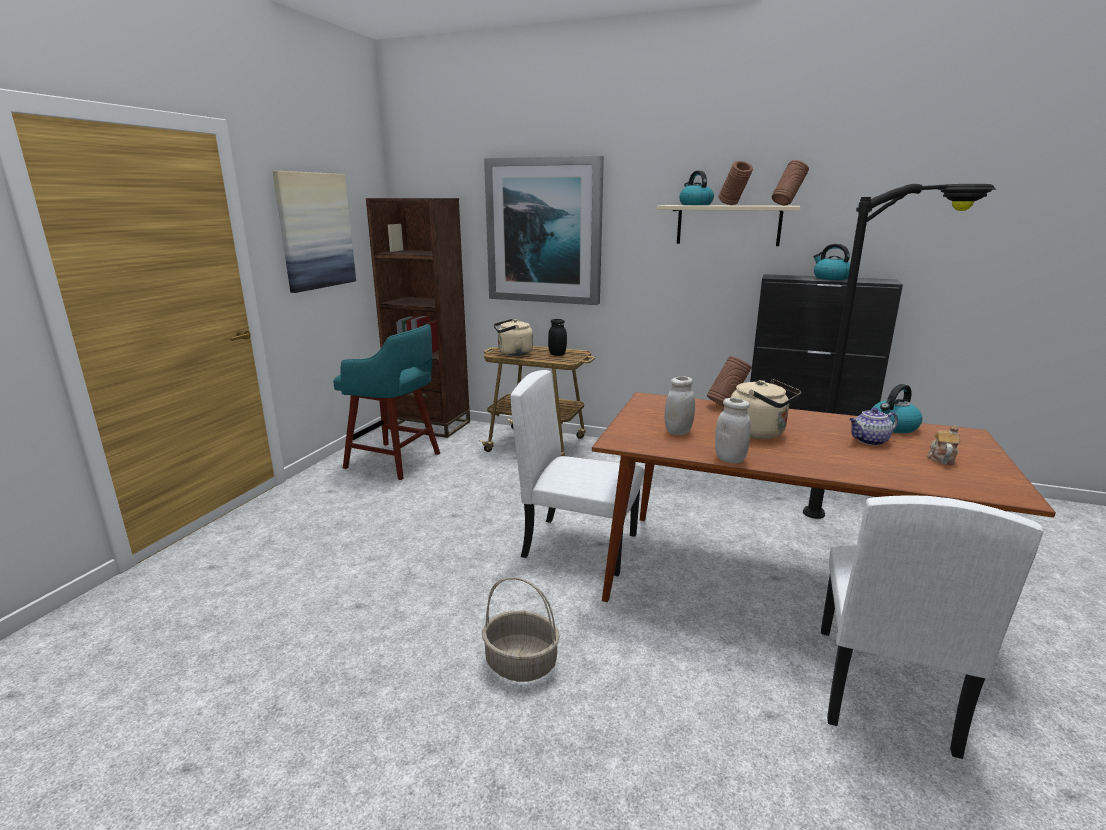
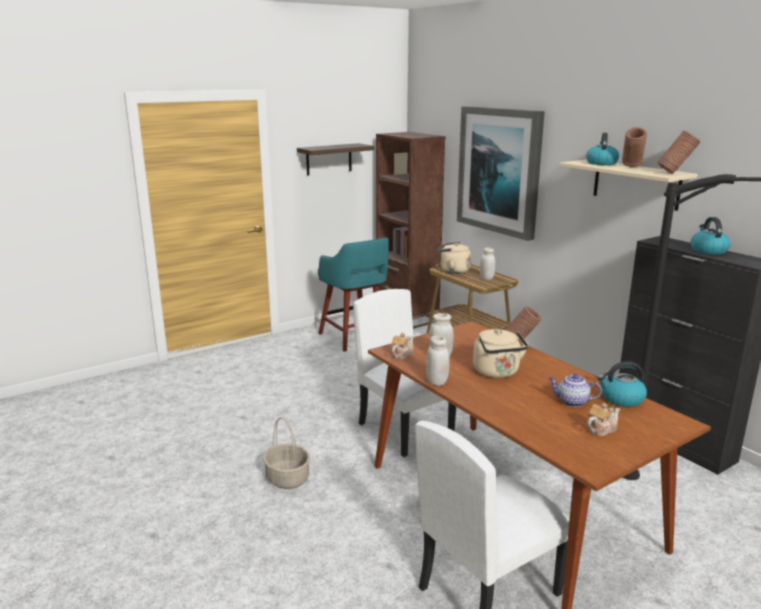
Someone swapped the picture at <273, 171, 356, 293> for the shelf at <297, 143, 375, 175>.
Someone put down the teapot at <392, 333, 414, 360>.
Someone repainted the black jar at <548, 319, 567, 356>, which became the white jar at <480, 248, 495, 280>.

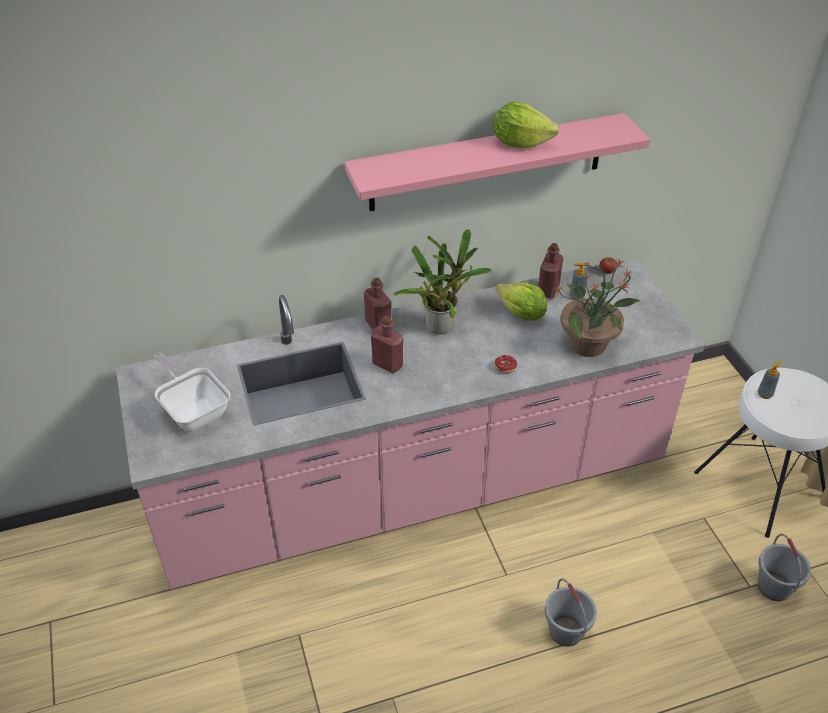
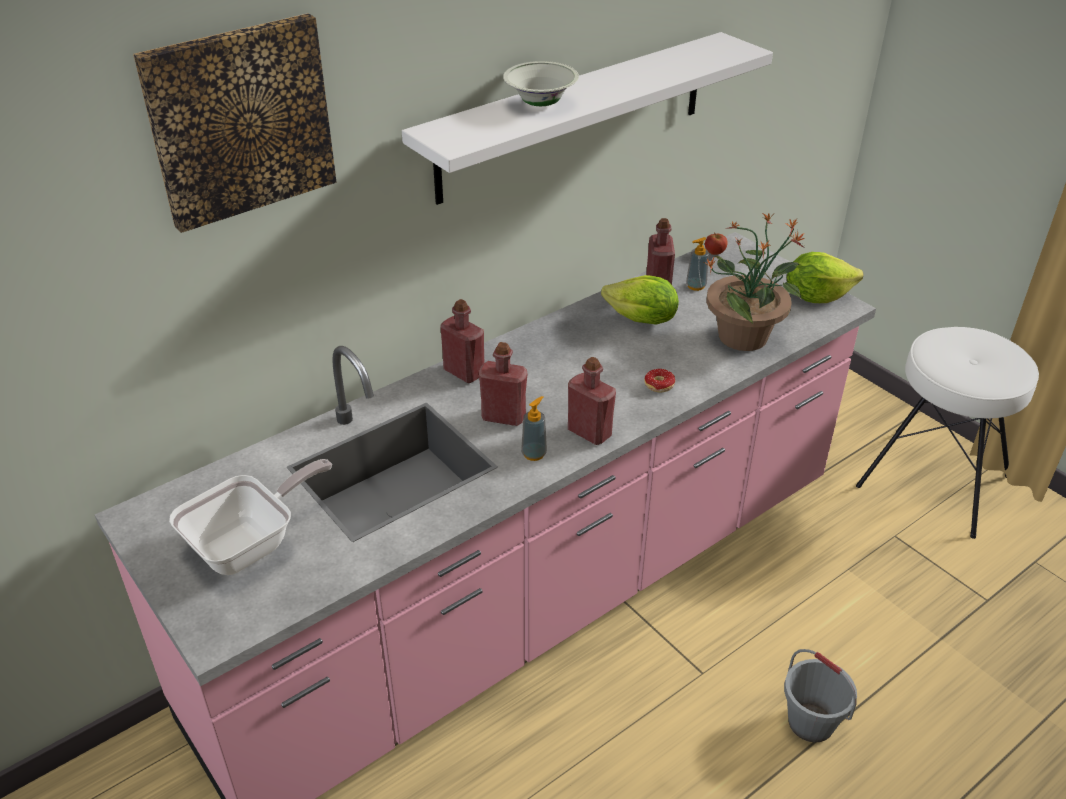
Someone put up the picture at <133, 13, 336, 233>.
Someone rotated the frying pan at <154, 353, 230, 431> by 105 degrees clockwise.
Someone repainted the pink shelf at <344, 113, 650, 211>, which became the white shelf at <402, 32, 773, 205>.
Someone put down the white bowl at <503, 61, 579, 106>.
Someone carried the soap dispenser from <758, 362, 783, 399> to <521, 396, 547, 461>.
Someone put down the red bottle at <568, 357, 616, 445>.
Someone carried the lettuce from <493, 102, 560, 149> to <787, 252, 863, 303>.
Someone took away the potted plant at <394, 230, 492, 334>.
Someone took away the grey bucket at <758, 533, 811, 601>.

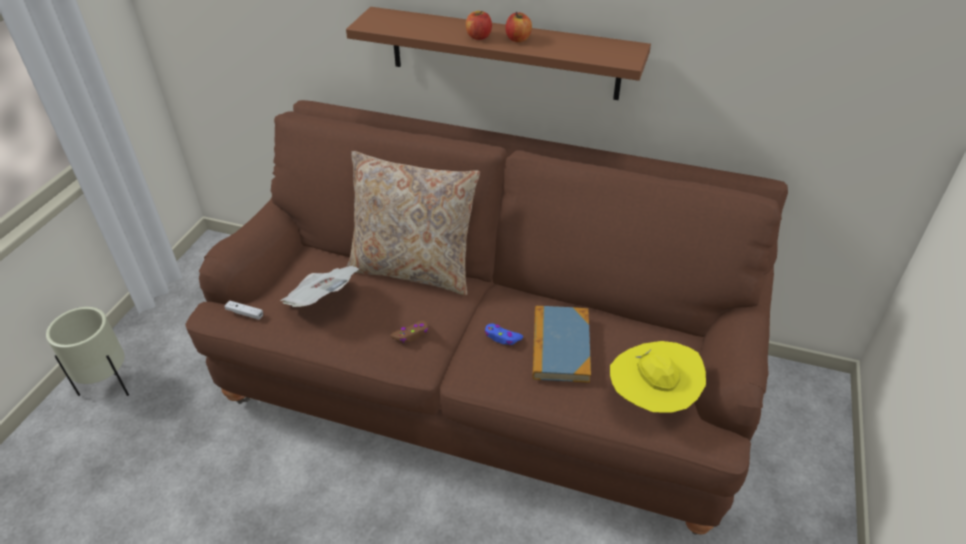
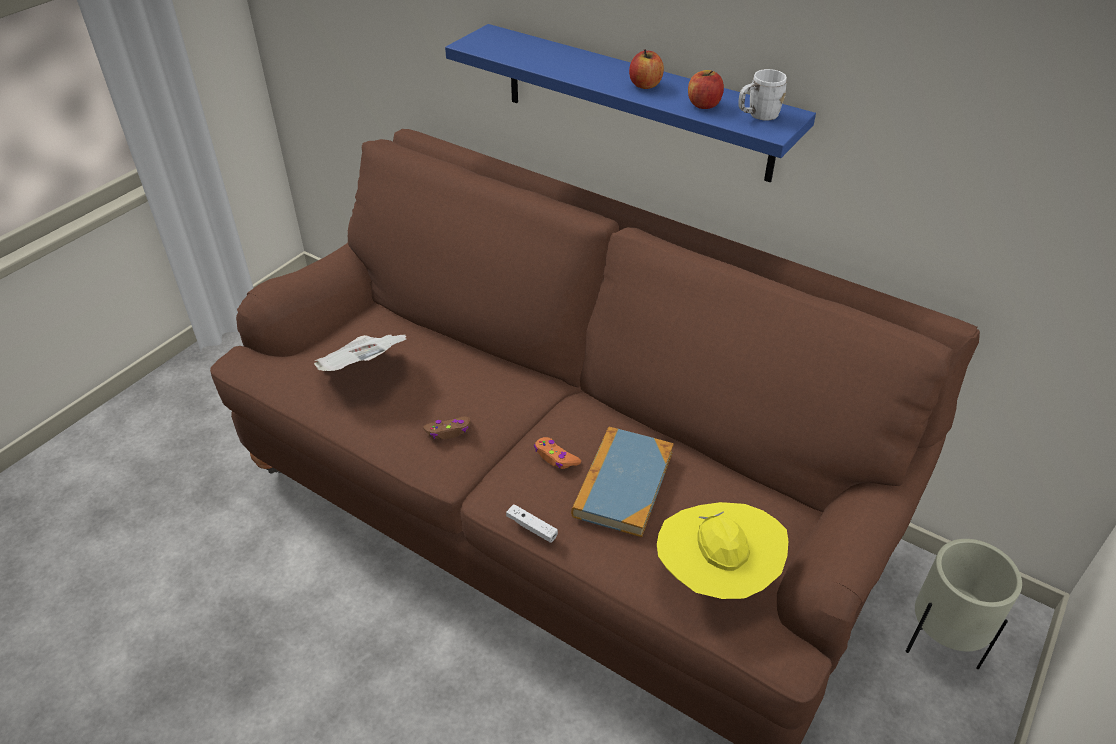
Someone repainted the brown shelf at <346, 7, 651, 100>, which became the blue shelf at <445, 24, 816, 182>.
Someone carried the white game controller from <224, 300, 263, 320> to <506, 504, 558, 543>.
Someone repainted the blue game controller at <485, 323, 523, 345>, which became the orange game controller at <534, 437, 581, 469>.
Someone carried the apple from <466, 11, 492, 40> to <688, 70, 724, 109>.
Someone put down the white mug at <738, 69, 787, 121>.
Someone carried the beige planter from <46, 307, 129, 396> to <906, 539, 1022, 670>.
Someone took away the beige pillow at <347, 151, 480, 296>.

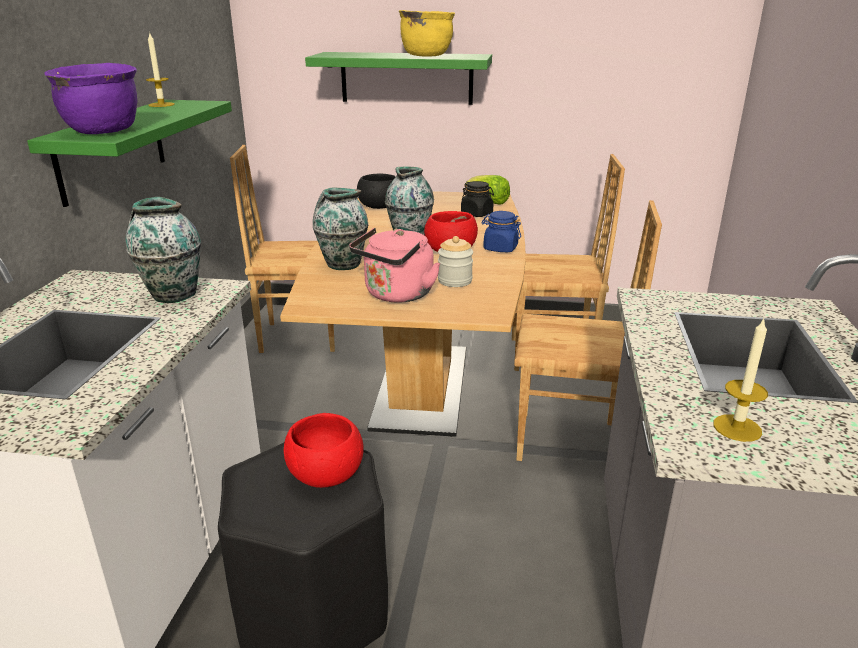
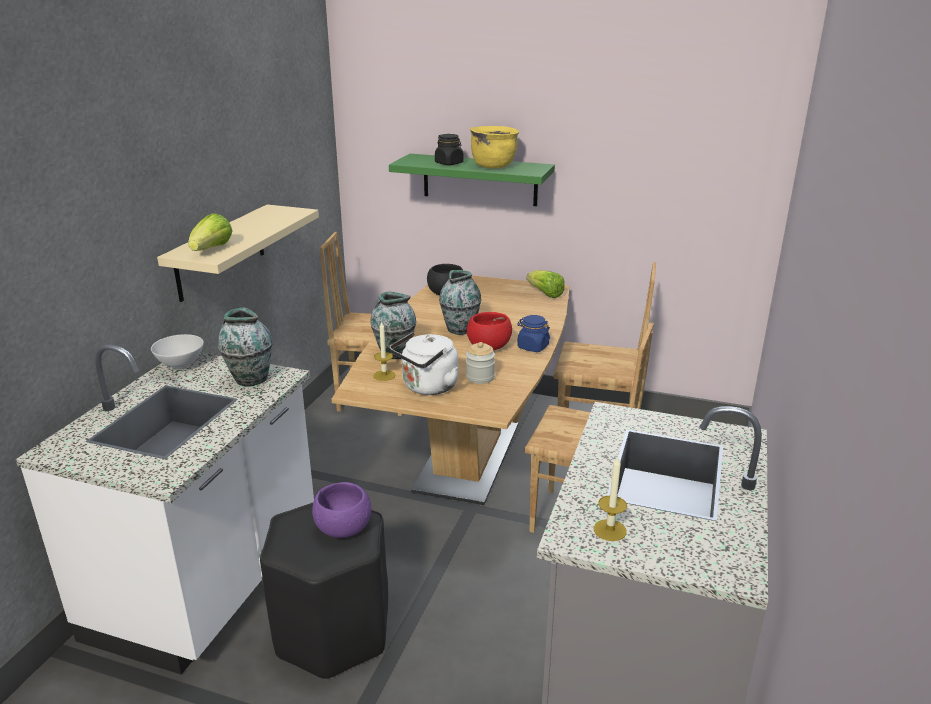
Someone put down the white bowl at <151, 334, 204, 369>.
Someone repainted the green shelf at <27, 100, 232, 207>, which became the beige shelf at <157, 204, 319, 302>.
Someone swapped the purple cooking pot at <44, 63, 138, 134> for the lettuce at <188, 213, 232, 251>.
Someone repainted the red bowl at <284, 413, 364, 488>, which became the purple bowl at <312, 482, 371, 538>.
Someone carried the candle from <146, 32, 175, 107> to <373, 322, 395, 381>.
Someone repainted the pink kettle at <349, 228, 440, 303>, which became the white kettle at <390, 332, 458, 395>.
Someone carried the black jar from <461, 181, 494, 217> to <435, 134, 464, 165>.

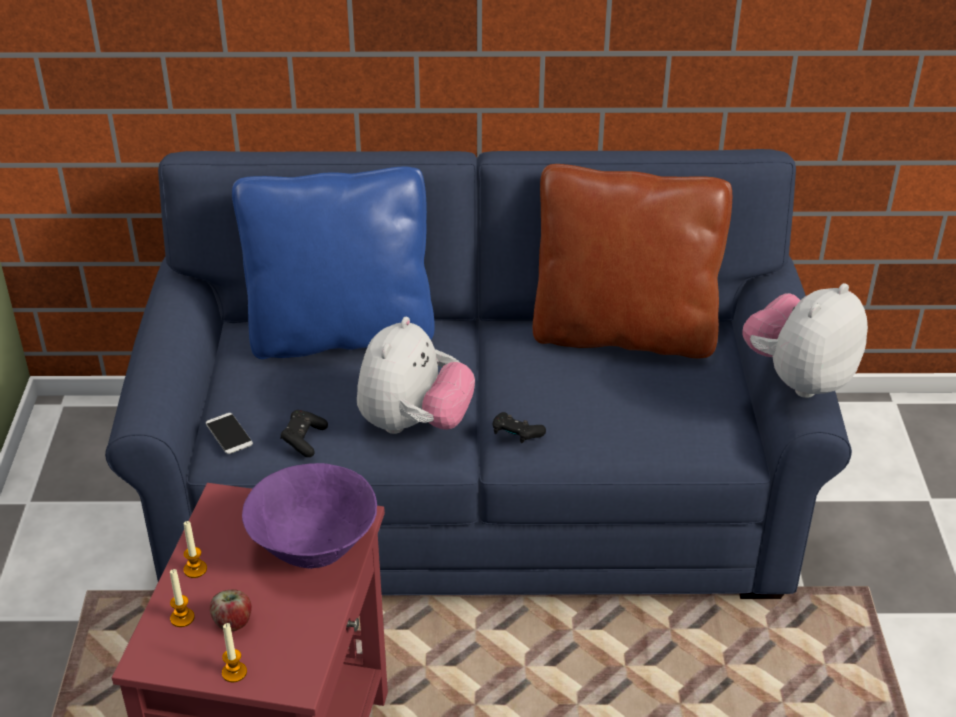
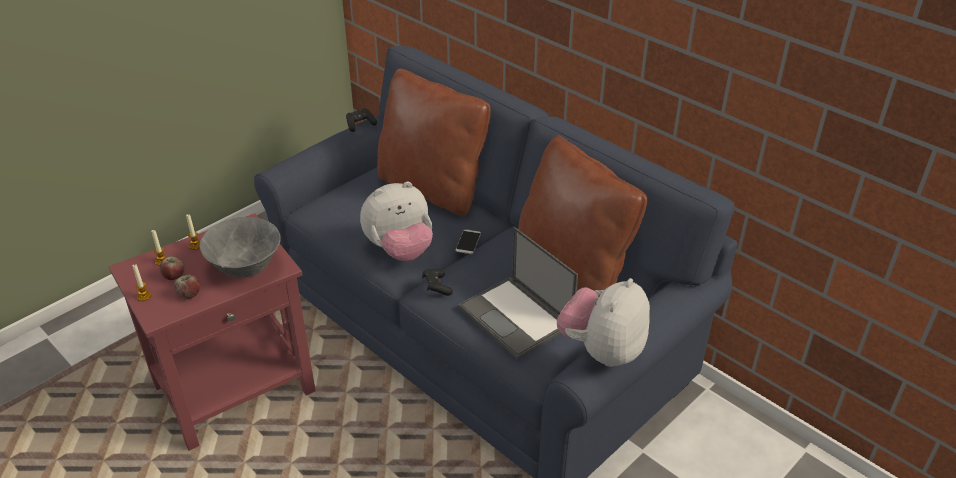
Someone put down the apple at <174, 275, 200, 299>.
Someone repainted the purple bowl at <242, 463, 377, 569>, which became the grey bowl at <199, 217, 281, 278>.
Someone carried the black game controller from <281, 410, 328, 457> to <346, 108, 377, 132>.
Someone repainted the blue pillow at <232, 166, 435, 359>, which became the brown pillow at <378, 68, 491, 216>.
Someone carried the phone from <206, 413, 253, 454> to <456, 229, 481, 254>.
Someone put down the laptop at <458, 227, 578, 360>.
Someone rotated the plush toy at <742, 283, 868, 398> by 60 degrees counterclockwise.

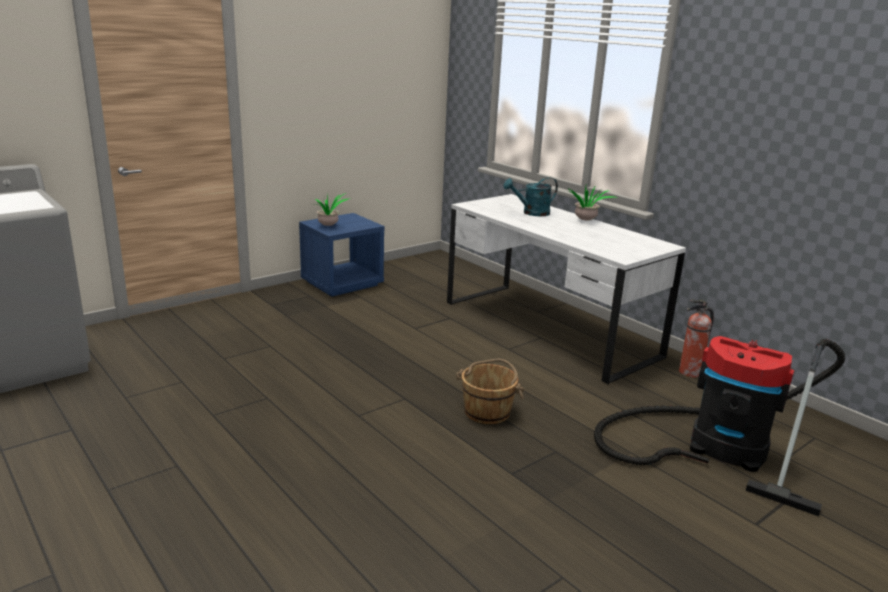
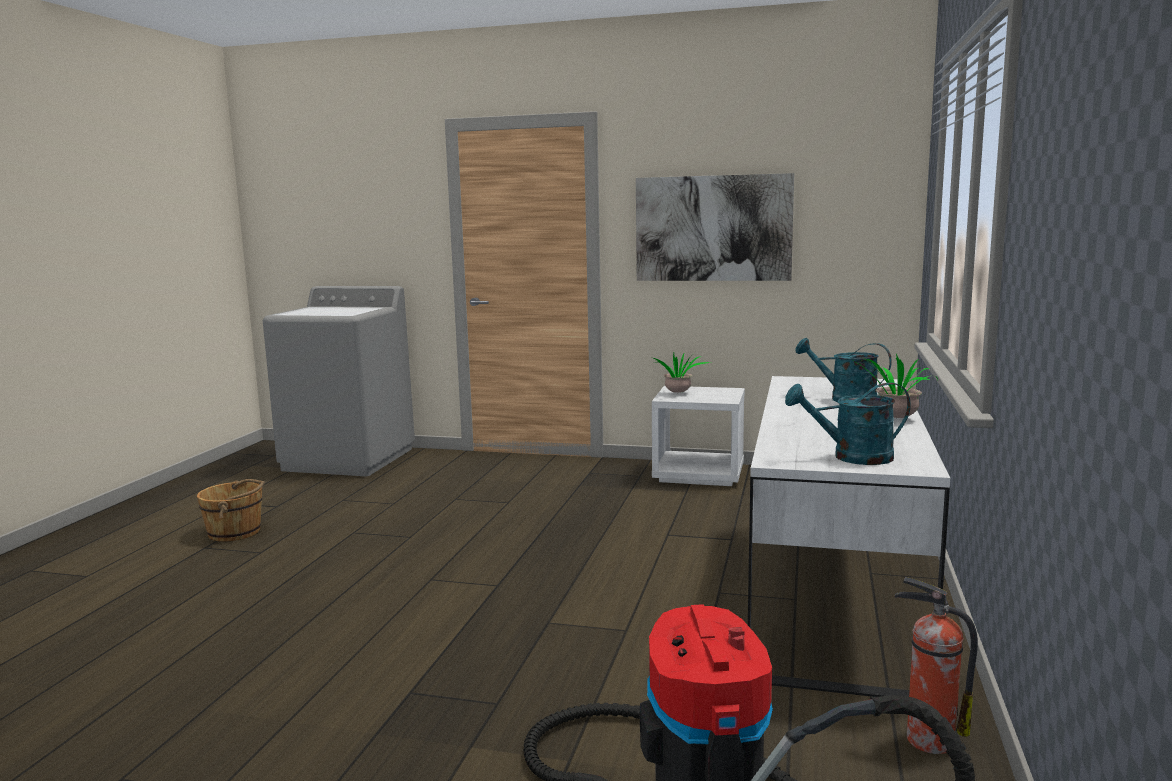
Someone carried the brown bucket from <456, 359, 524, 424> to <197, 479, 265, 542>.
Someone put up the picture at <636, 173, 794, 281>.
Someone repainted the blue nightstand at <299, 213, 384, 297>, which became the white nightstand at <652, 386, 745, 486>.
Someone put down the turquoise watering can at <785, 383, 911, 465>.

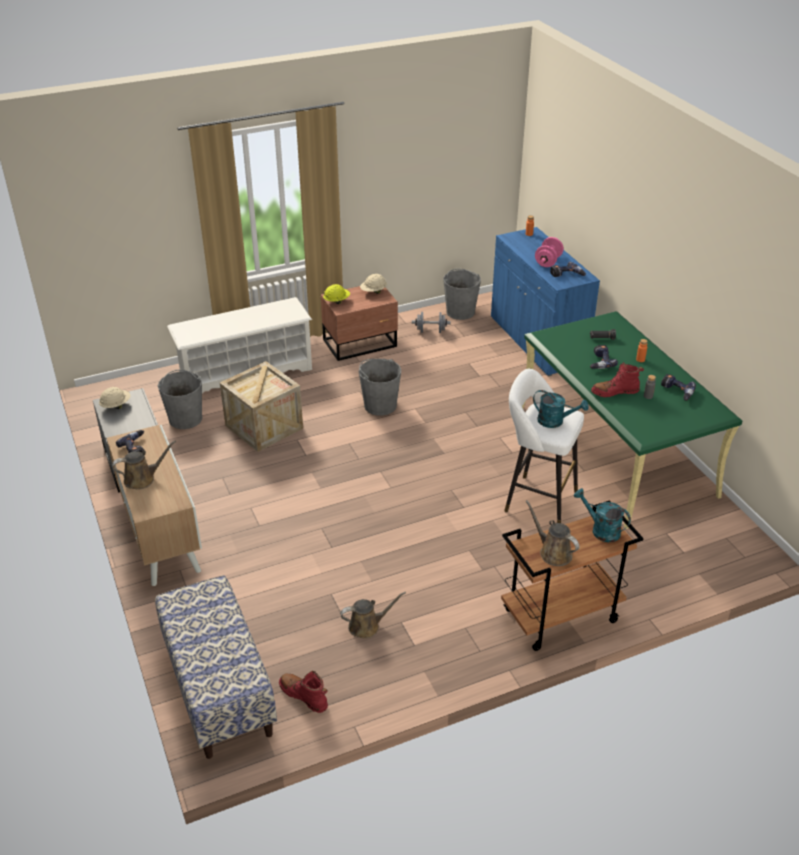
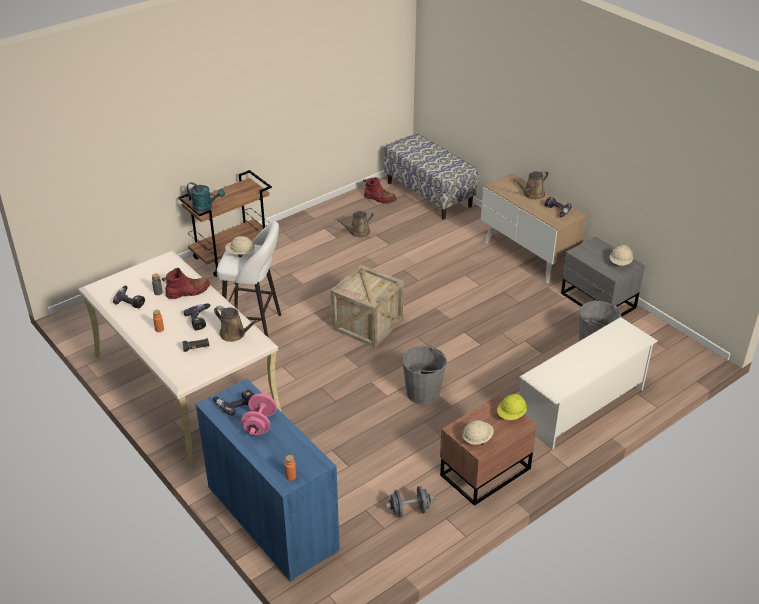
Someone repainted the green desk at <522, 311, 742, 529>, which became the beige desk at <78, 251, 282, 465>.
Someone carried the brown watering can from <525, 500, 579, 566> to <214, 306, 259, 342>.
Someone swapped the turquoise watering can at <533, 390, 589, 428> for the beige hard hat at <225, 236, 255, 257>.
Someone carried the crate from <220, 361, 303, 452> to <331, 264, 404, 348>.
Someone took away the grey bucket at <443, 268, 481, 320>.

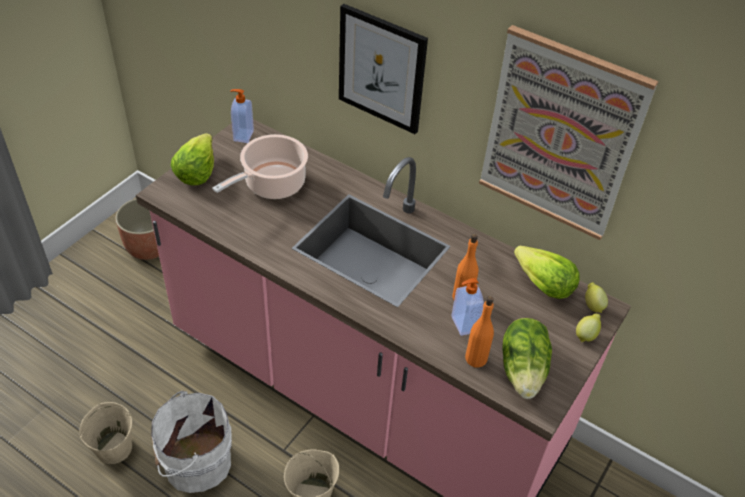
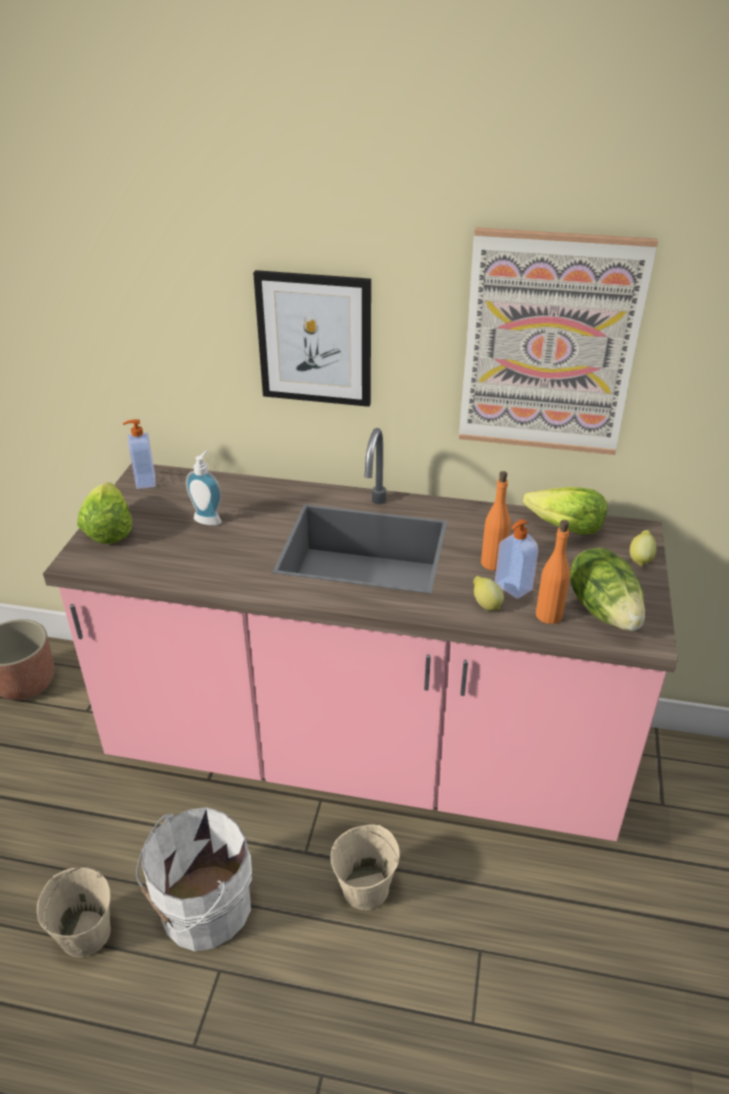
Someone swapped the cooking pot at <212, 134, 308, 199> for the soap dispenser at <186, 450, 222, 525>.
Someone carried the lemon from <585, 282, 608, 313> to <473, 576, 504, 611>.

